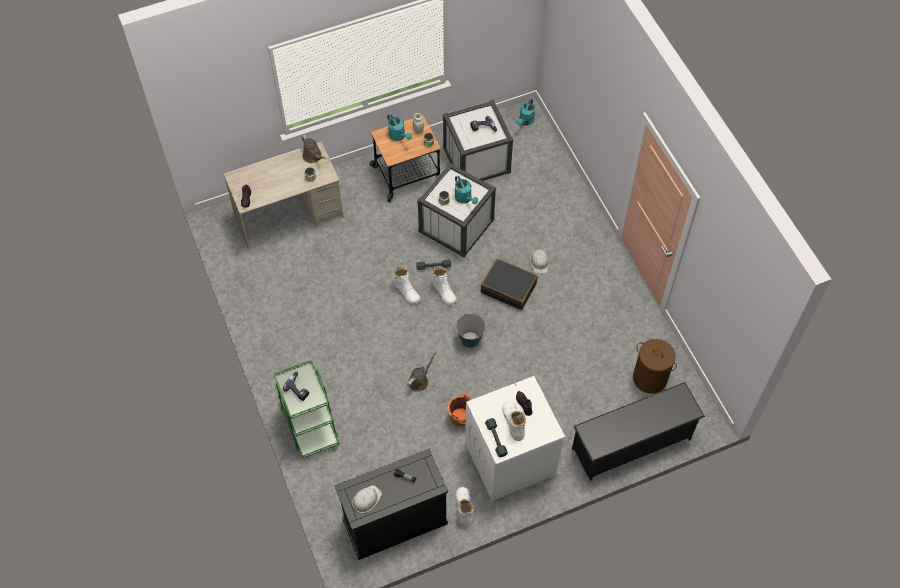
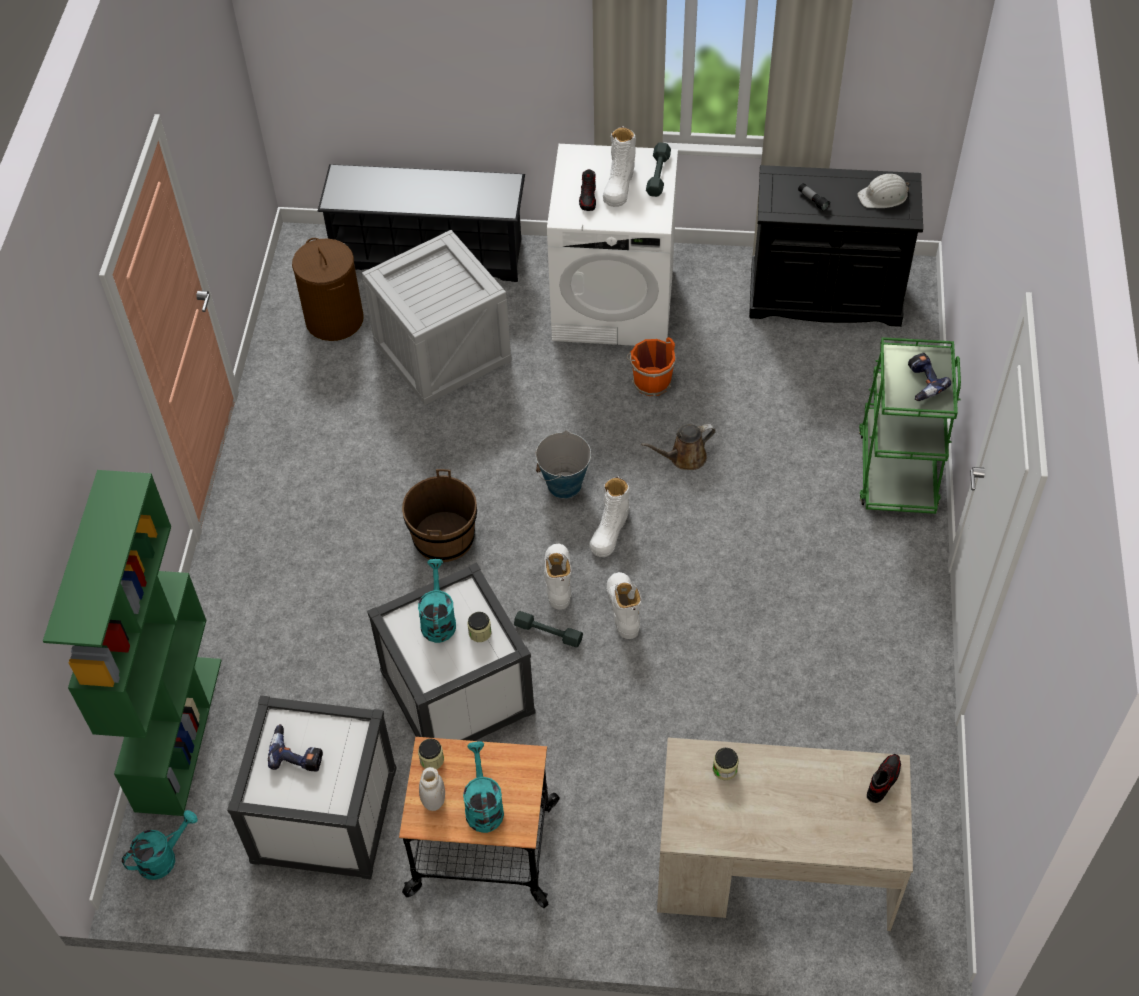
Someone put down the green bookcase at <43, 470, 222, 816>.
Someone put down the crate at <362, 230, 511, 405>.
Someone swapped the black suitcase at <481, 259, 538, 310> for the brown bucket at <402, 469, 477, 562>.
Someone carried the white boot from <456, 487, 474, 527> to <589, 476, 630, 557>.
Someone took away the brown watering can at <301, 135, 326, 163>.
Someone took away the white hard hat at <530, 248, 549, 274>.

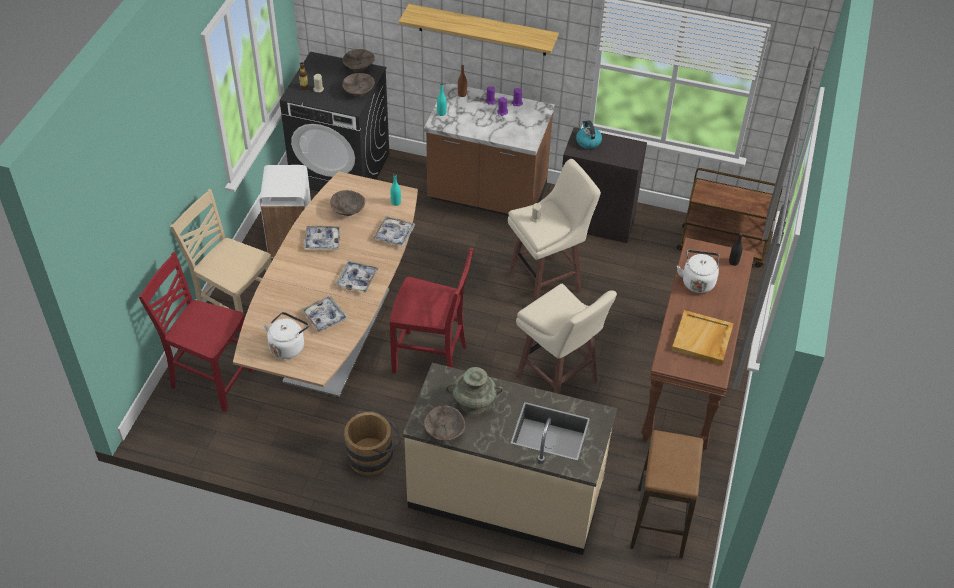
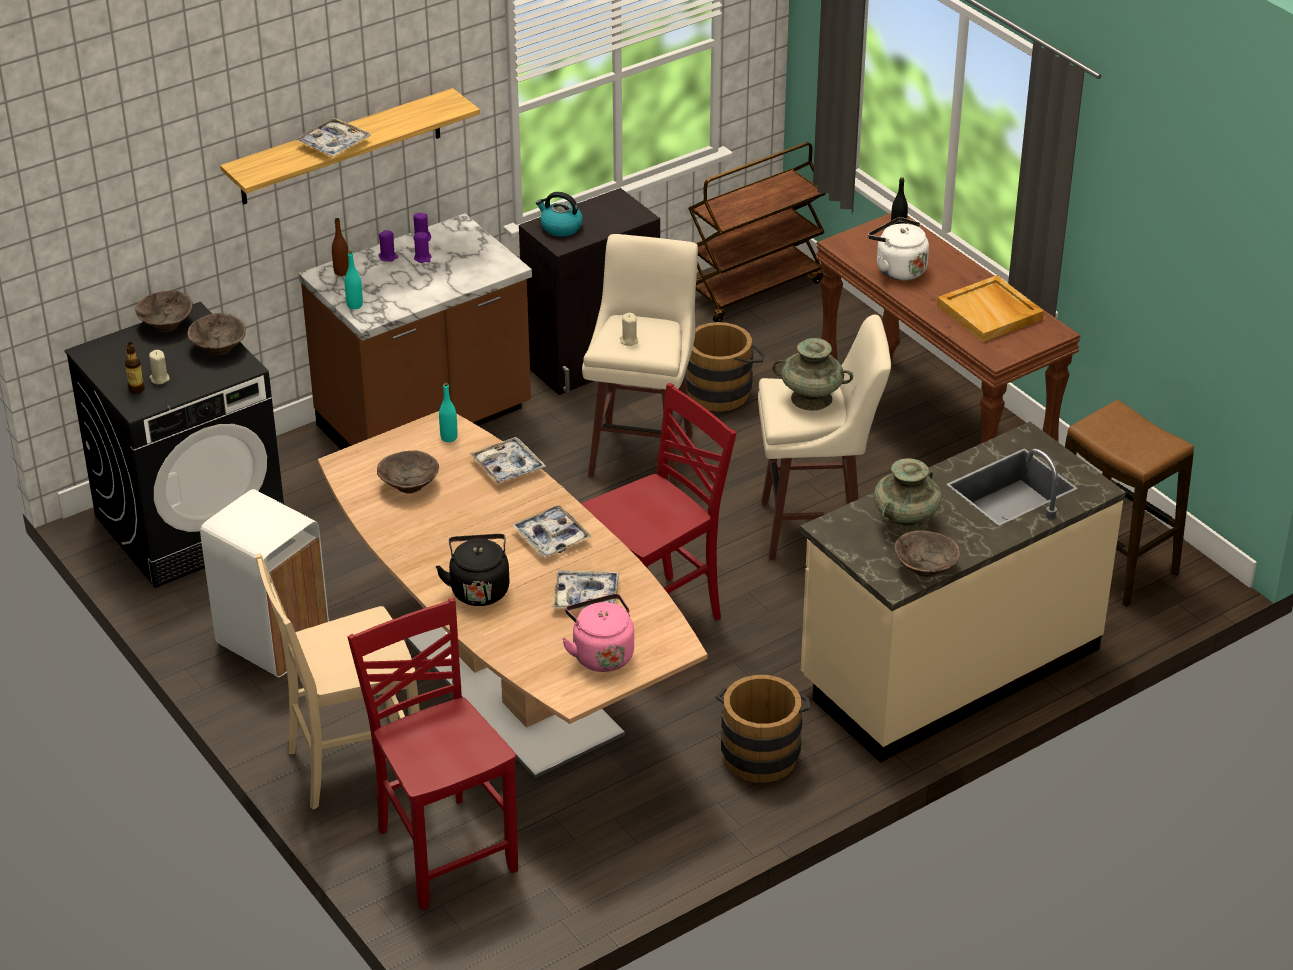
Someone carried the tray from <304, 226, 341, 250> to <295, 117, 371, 157>.
Someone rotated the red chair at <138, 252, 254, 412> by 90 degrees clockwise.
Someone put down the black kettle at <436, 534, 510, 606>.
Someone repainted the white kettle at <263, 312, 309, 359>, which became the pink kettle at <562, 594, 634, 672>.
Someone put down the brown bucket at <686, 322, 766, 412>.
Someone put down the turquoise vase at <772, 338, 853, 411>.

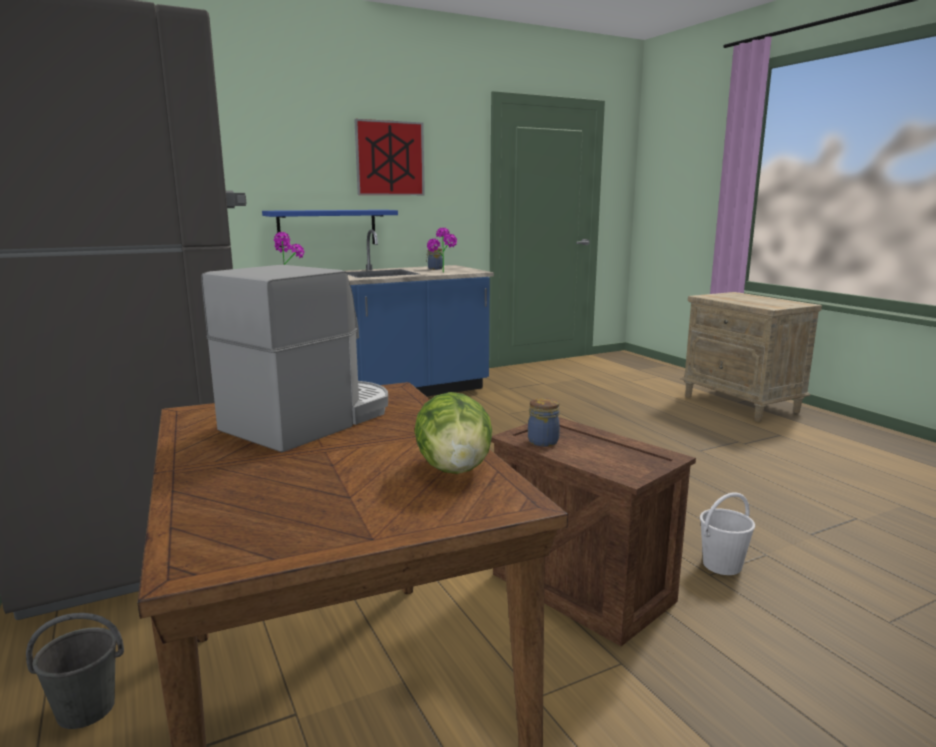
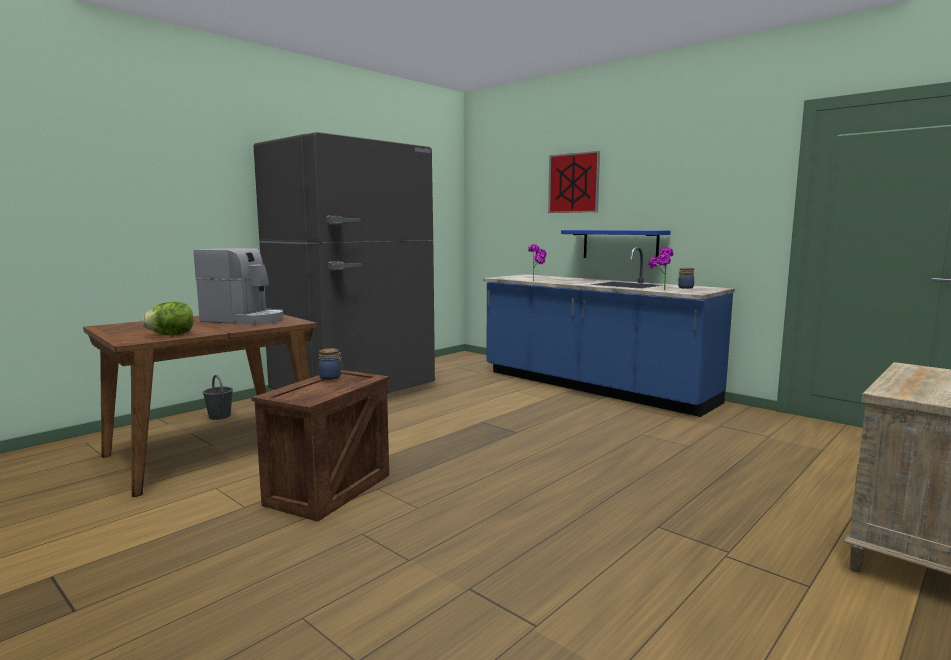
Someone carried the picture from <354, 119, 425, 195> to <548, 151, 600, 213>.
Someone took away the white bucket at <700, 492, 755, 575>.

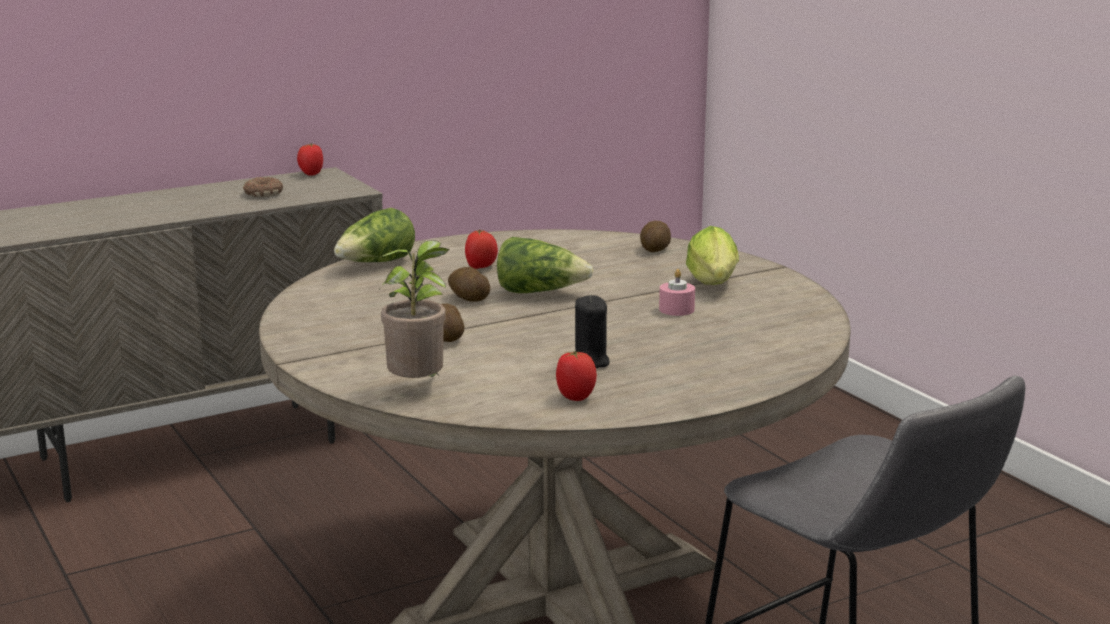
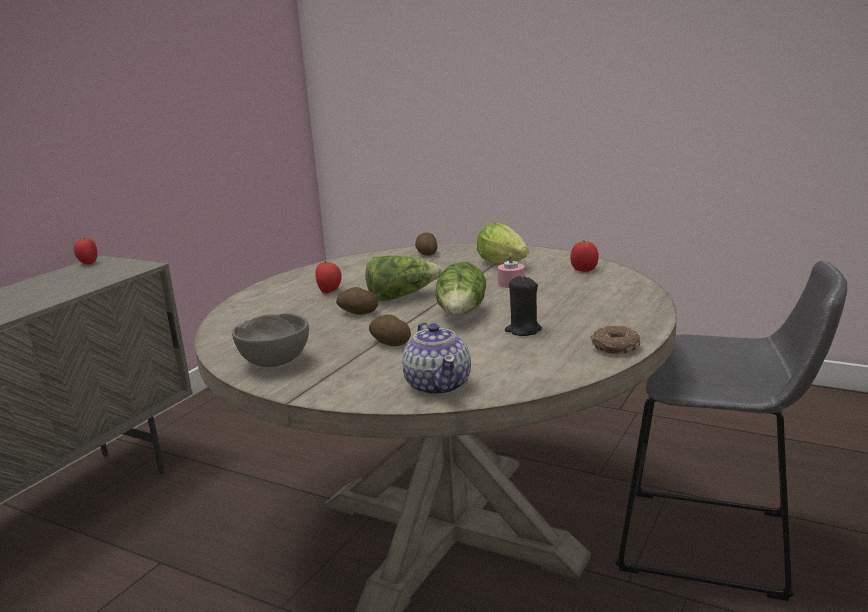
Someone put down the grey bowl at <232, 313, 309, 367>.
Someone swapped the potted plant at <379, 240, 449, 378> for the teapot at <402, 322, 471, 396>.
Someone carried the lettuce from <334, 208, 415, 262> to <435, 262, 486, 315>.
Someone carried the tomato from <556, 351, 597, 401> to <570, 241, 599, 272>.
Someone carried the donut from <243, 177, 283, 197> to <590, 326, 640, 354>.

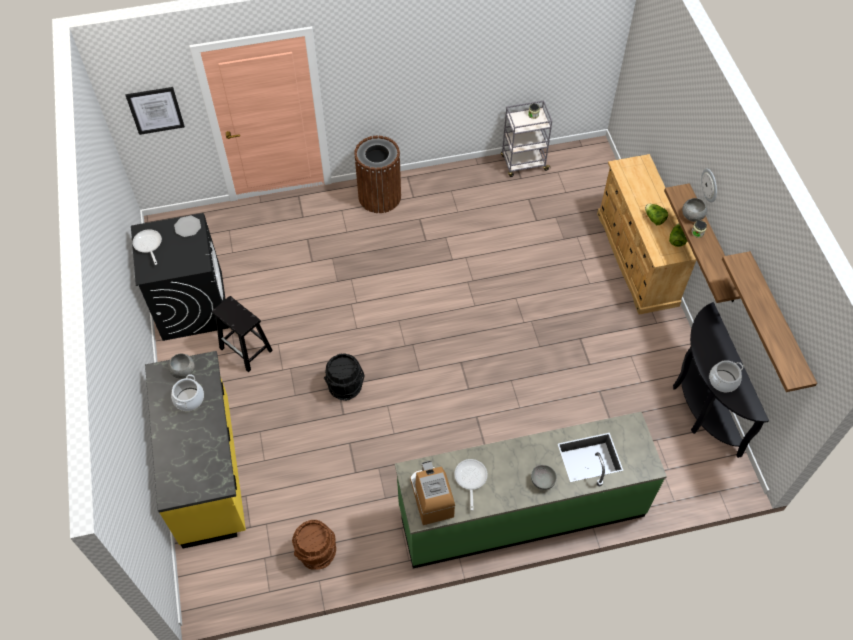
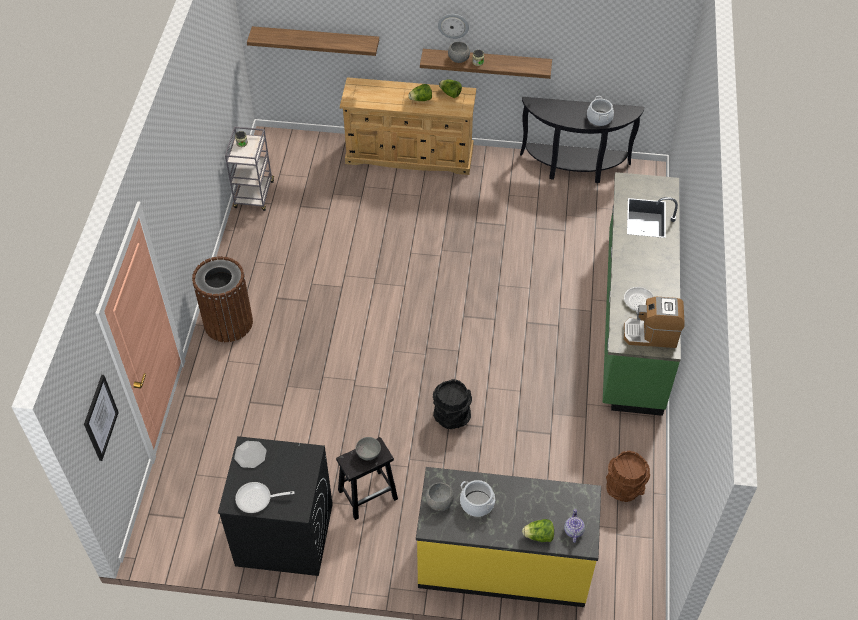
Someone carried the shelf from <722, 251, 817, 392> to <247, 26, 379, 56>.
Someone carried the grey bowl from <531, 465, 557, 490> to <355, 437, 381, 460>.
Someone put down the lettuce at <522, 519, 554, 542>.
Someone put down the teapot at <564, 509, 585, 543>.

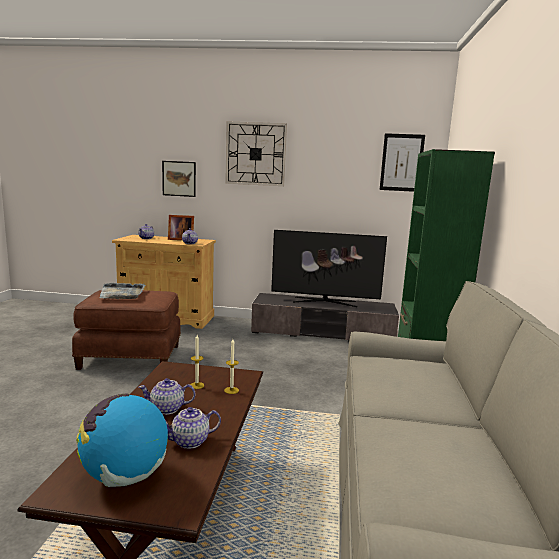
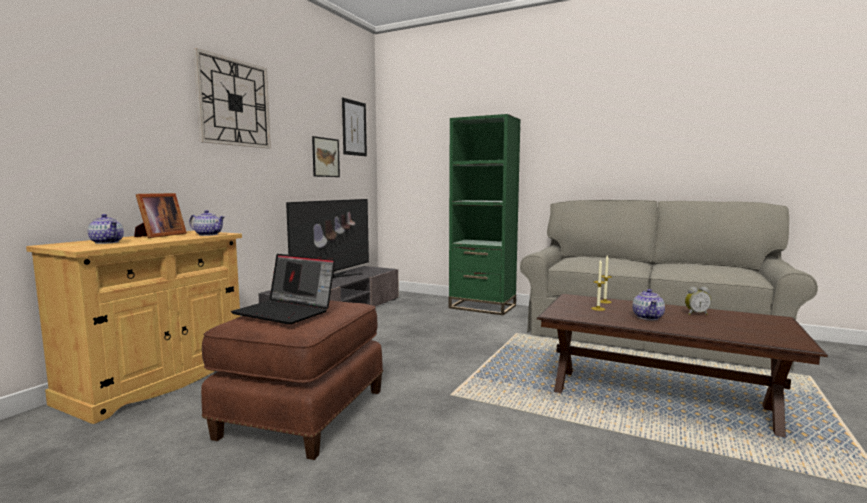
Someone swapped the grey tray at <100, 283, 145, 299> for the laptop at <231, 254, 335, 325>.
Someone carried the picture from <162, 161, 196, 197> to <312, 136, 340, 177>.
Someone swapped the teapot at <165, 407, 221, 449> for the alarm clock at <685, 287, 711, 315>.
Someone took away the globe at <76, 393, 168, 487>.

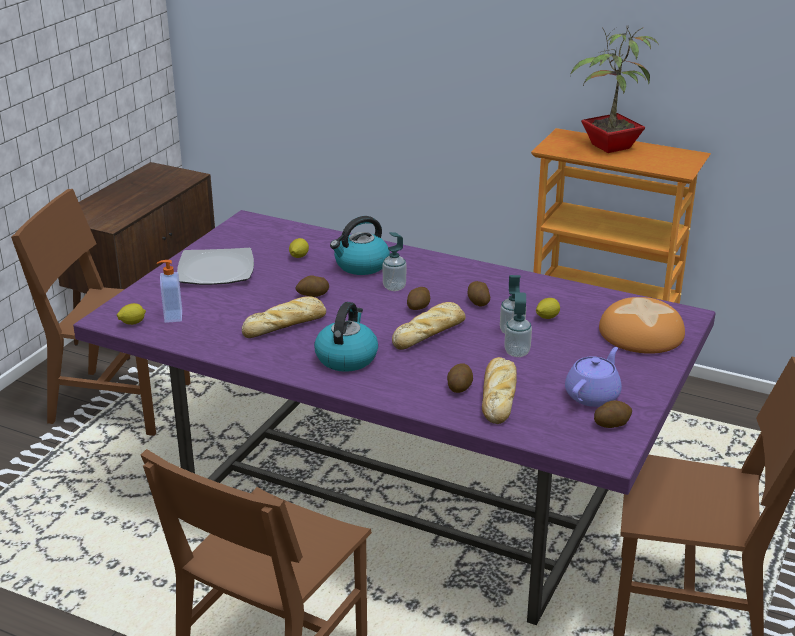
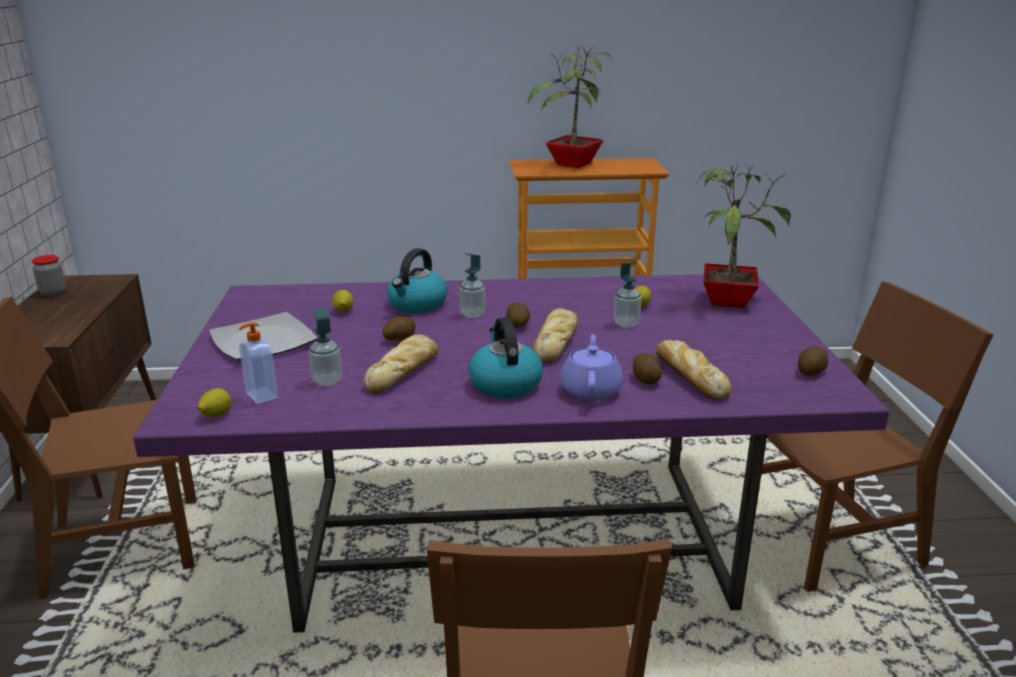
Someone put down the jar at <32, 255, 66, 296>.
Someone carried the soap dispenser from <504, 292, 532, 357> to <309, 308, 342, 386>.
Someone carried the purple teapot from <565, 347, 622, 407> to <560, 334, 623, 401>.
Someone swapped the bread at <599, 297, 685, 354> for the potted plant at <696, 161, 791, 308>.
Someone took away the potato at <468, 281, 490, 307>.

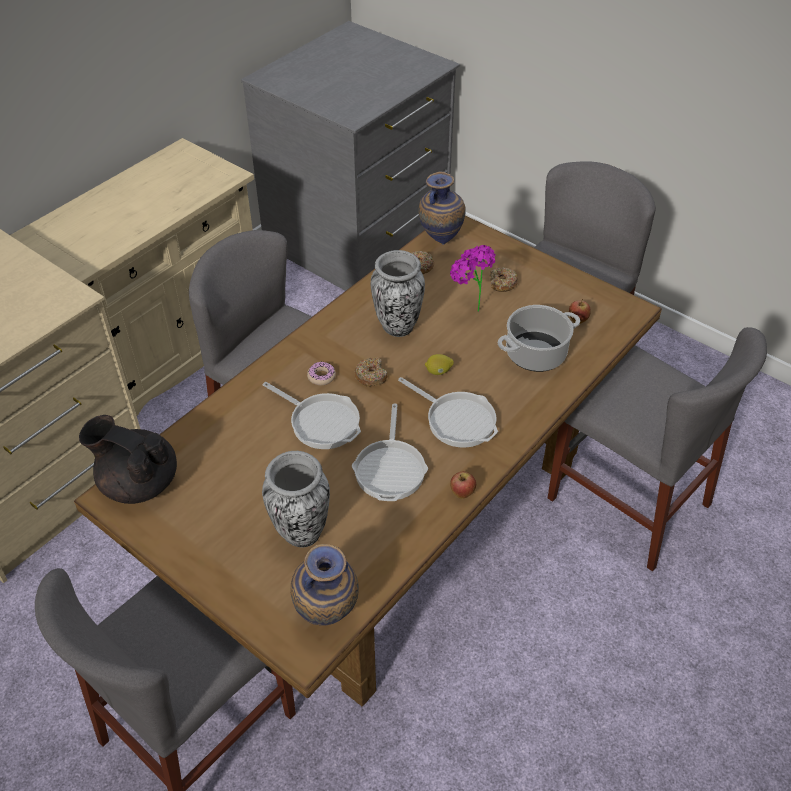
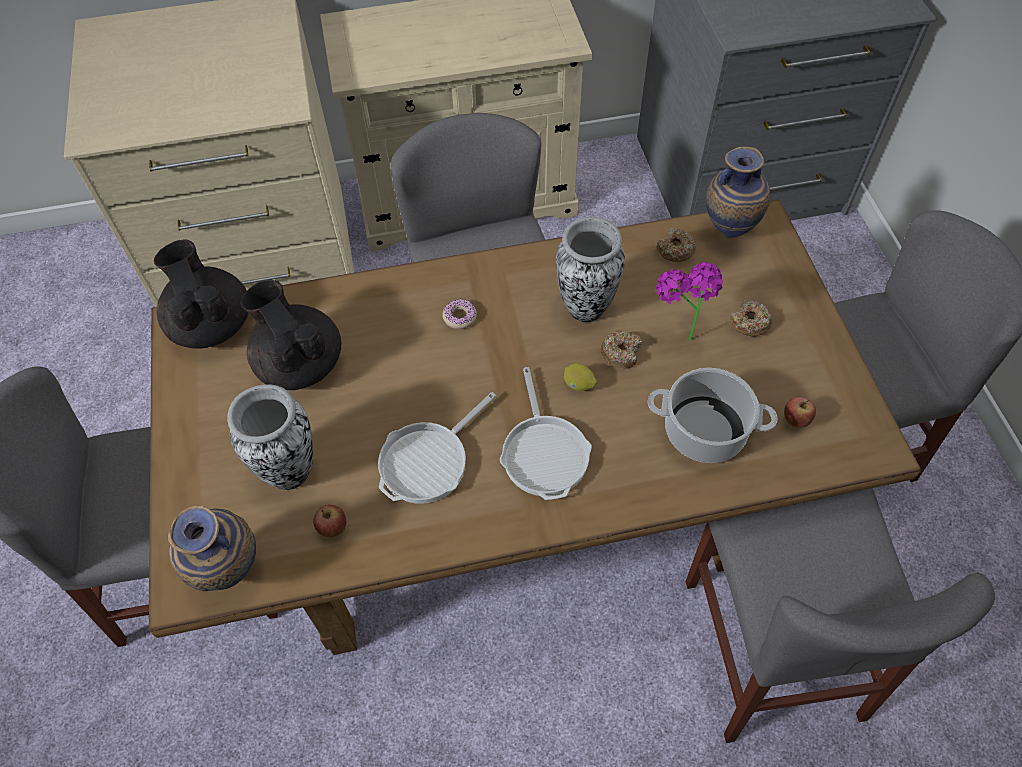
Someone put down the black teapot at <241, 279, 341, 390>.
Someone carried the apple from <450, 471, 476, 499> to <313, 505, 346, 537>.
Someone carried the donut from <354, 358, 388, 387> to <600, 330, 642, 369>.
Someone took away the frying pan at <263, 382, 361, 449>.

